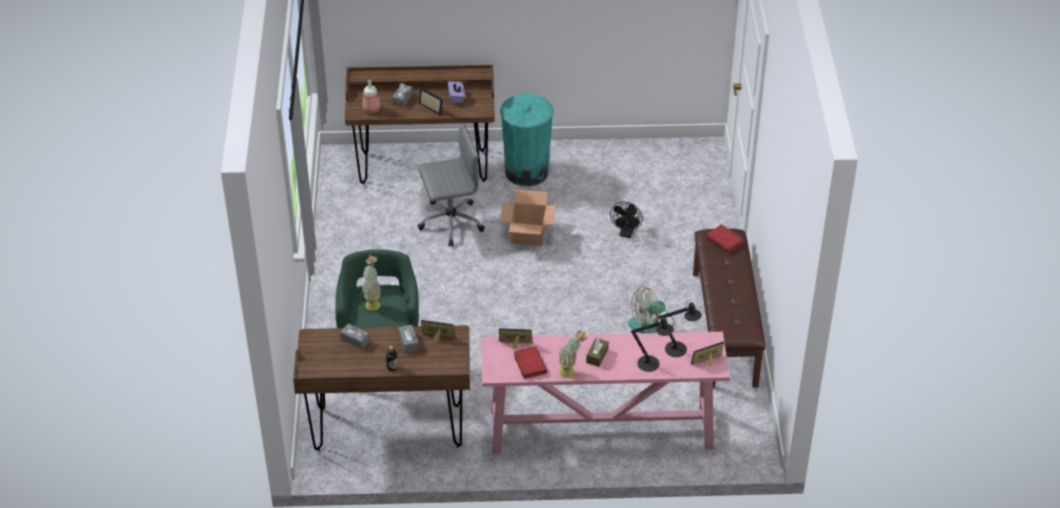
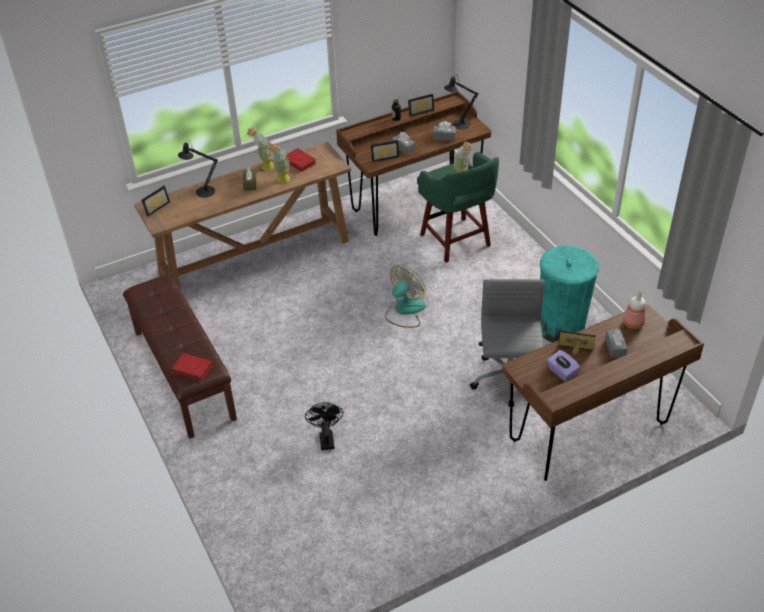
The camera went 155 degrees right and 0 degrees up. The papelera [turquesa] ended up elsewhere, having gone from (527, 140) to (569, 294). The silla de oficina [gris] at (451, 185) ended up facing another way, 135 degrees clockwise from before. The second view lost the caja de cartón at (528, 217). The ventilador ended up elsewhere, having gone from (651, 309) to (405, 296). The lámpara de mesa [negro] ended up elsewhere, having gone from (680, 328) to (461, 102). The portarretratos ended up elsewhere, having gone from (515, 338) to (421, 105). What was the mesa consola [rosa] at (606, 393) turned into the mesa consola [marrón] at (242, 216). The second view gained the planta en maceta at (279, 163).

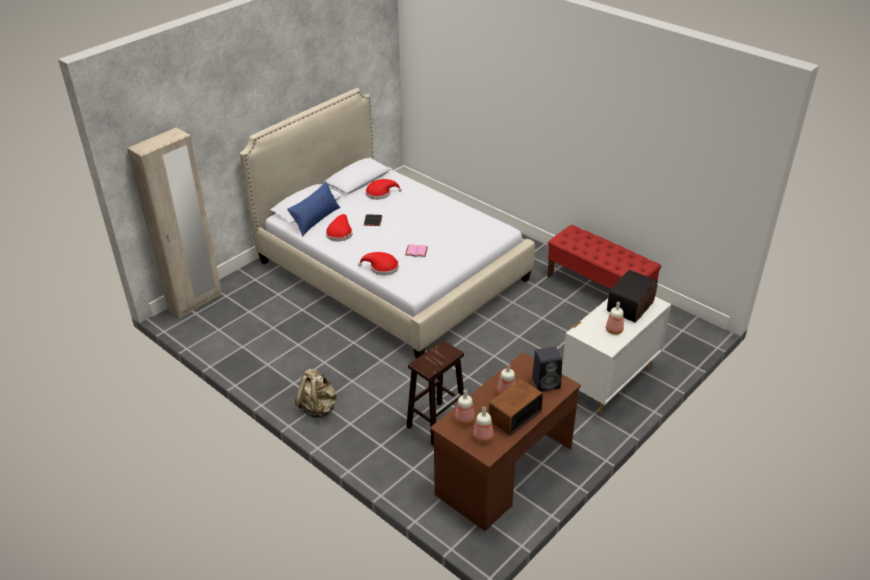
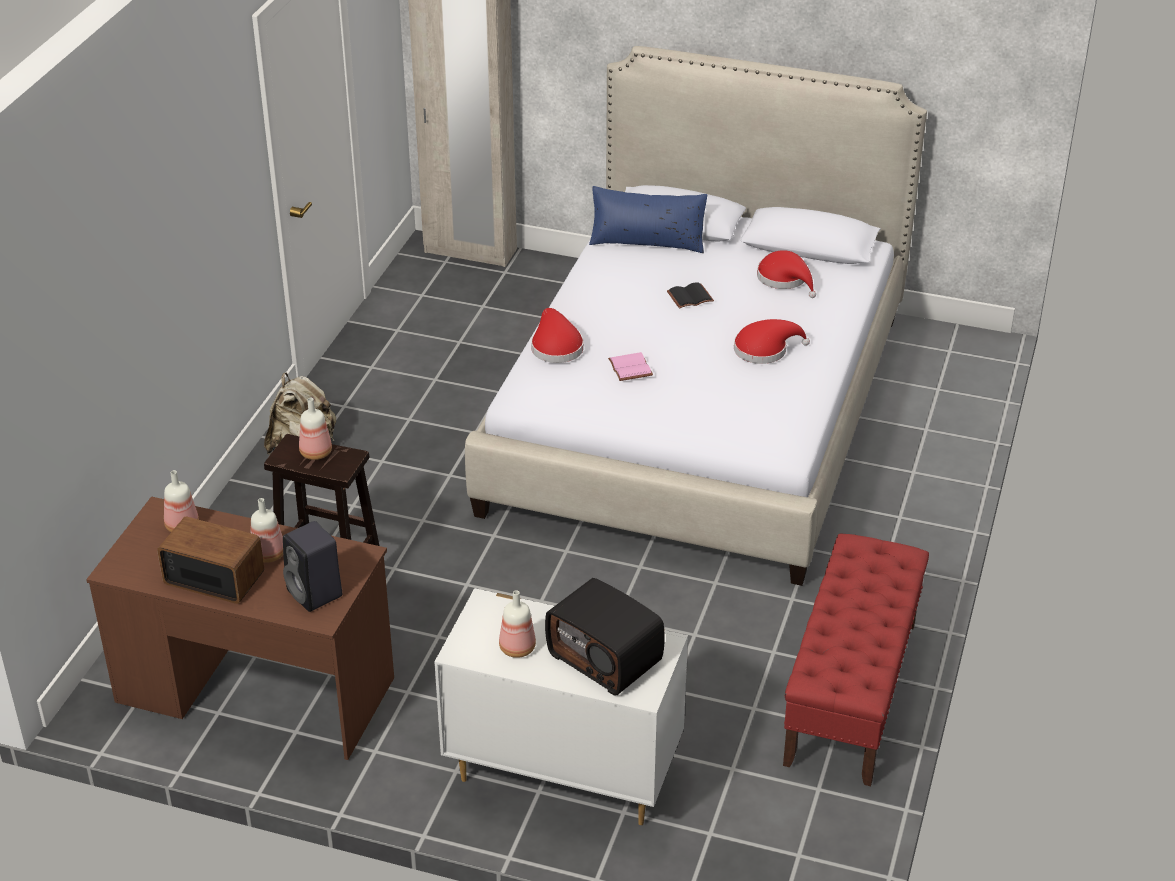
The camera went 65 degrees right and 0 degrees up. The sombrero [rojo] ended up elsewhere, having gone from (339, 228) to (772, 341). The radio at (632, 296) ended up facing another way, 150 degrees counterclockwise from before. The botella ended up elsewhere, having gone from (483, 425) to (315, 429).

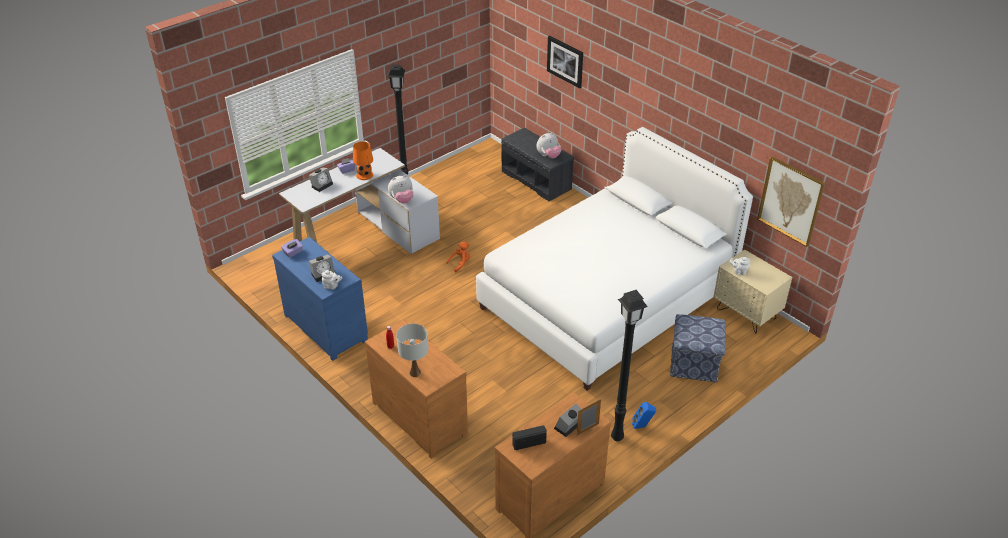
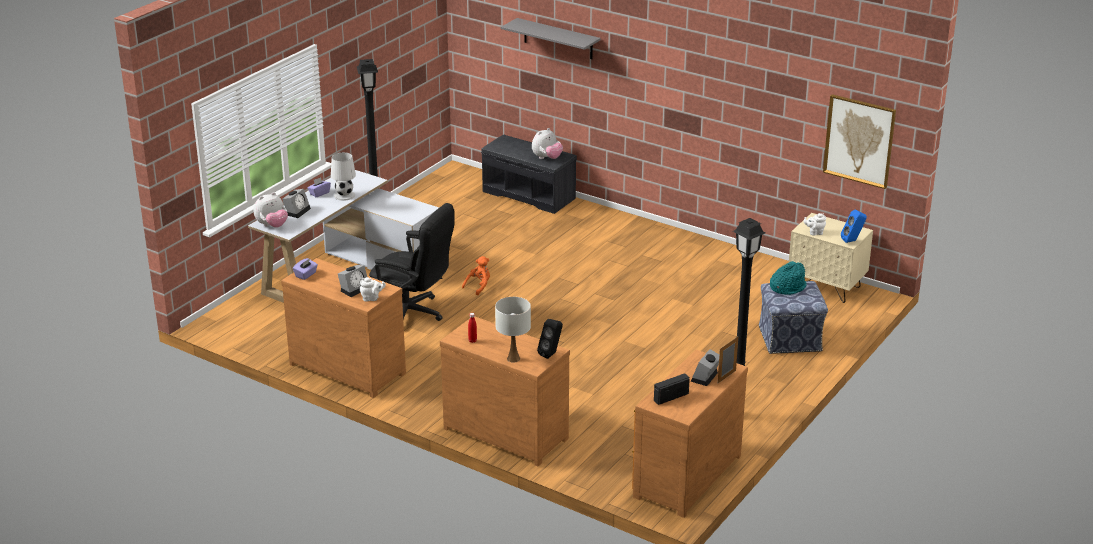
The camera went 15 degrees left and 10 degrees down. Where the cuadro hung at (565, 62), the estante [gris] came to hang at (551, 38). The second view lost the cama [blanco] at (614, 259). What was the lámpara de mesa [naranja] at (363, 160) turned into the lámpara de mesa [blanco] at (343, 176). The peluche ended up elsewhere, having gone from (400, 189) to (270, 210). What was the cómoda [azul] at (320, 299) turned into the cómoda [marrón] at (343, 328). The altavoz [azul] ended up elsewhere, having gone from (644, 415) to (854, 226). The second view gained the silla de oficina [negro] at (412, 262). The second view gained the sombrero [turquesa] at (788, 278). The second view gained the altavoz [negro] at (550, 339).

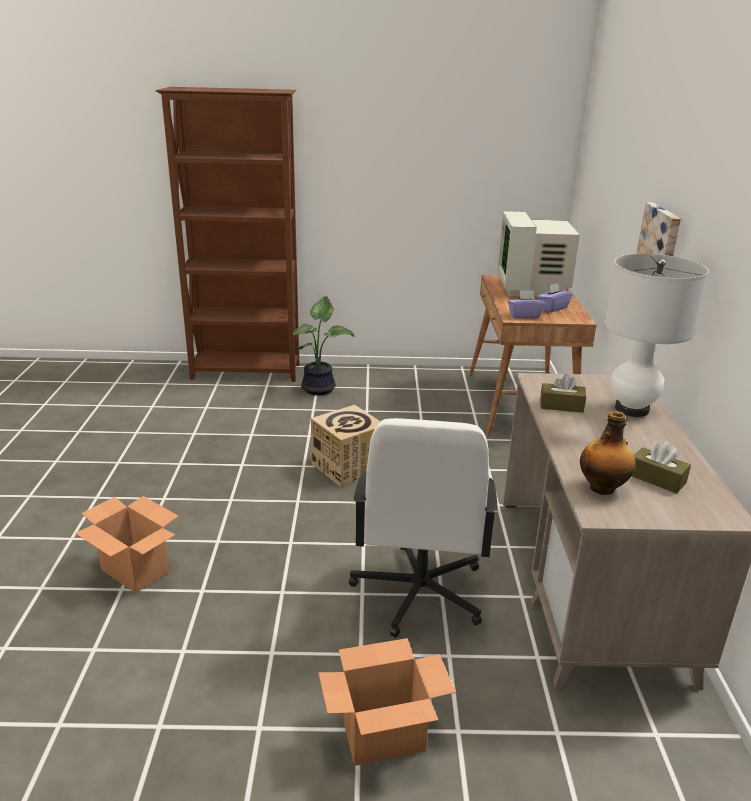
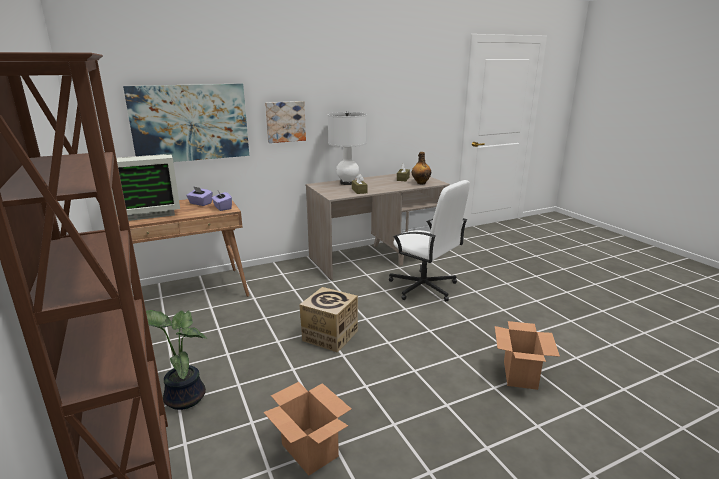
The camera went 115 degrees left and 5 degrees down. The silla de oficina [blanco] at (423, 528) ended up facing another way, 60 degrees clockwise from before. The caja de cartón ended up elsewhere, having gone from (387, 702) to (307, 428). The second view gained the cuadro at (186, 123).

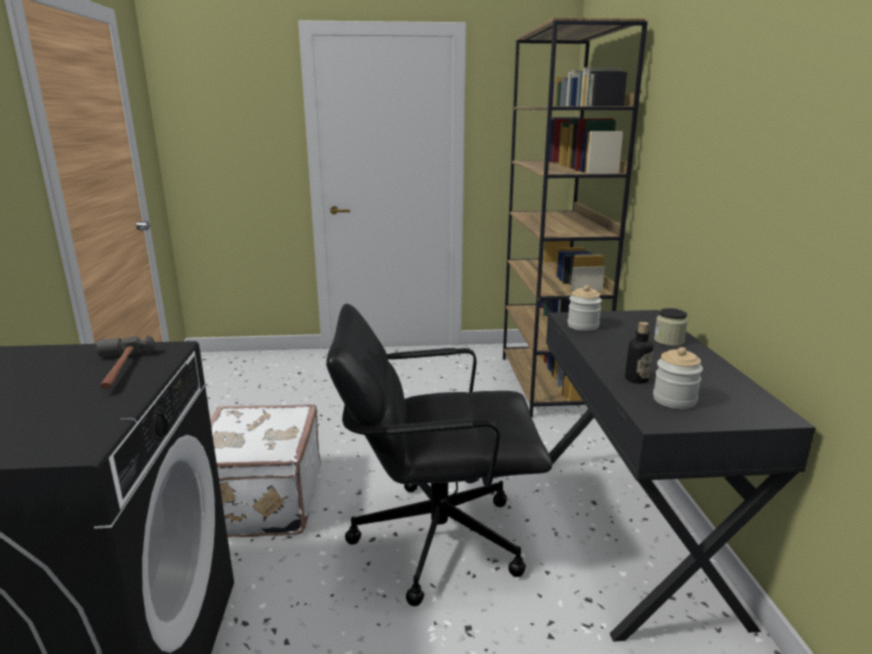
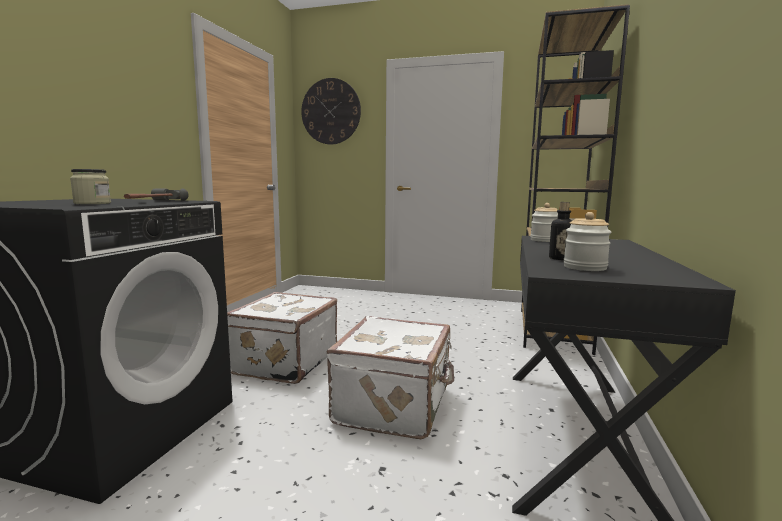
The camera went 20 degrees right and 10 degrees down. Where the silla de oficina [negro] stood at (439, 455), the maleta [blanco] came to stand at (390, 377). The tarro ended up elsewhere, having gone from (671, 327) to (90, 186). The second view gained the reloj de pared at (331, 111).

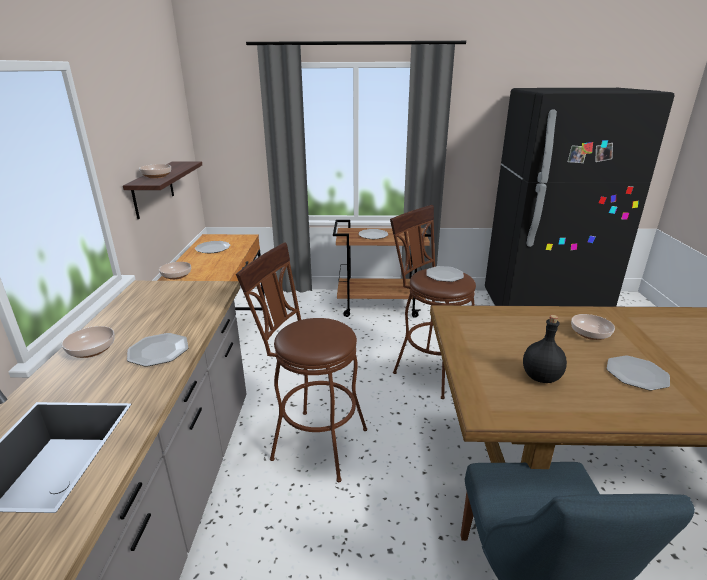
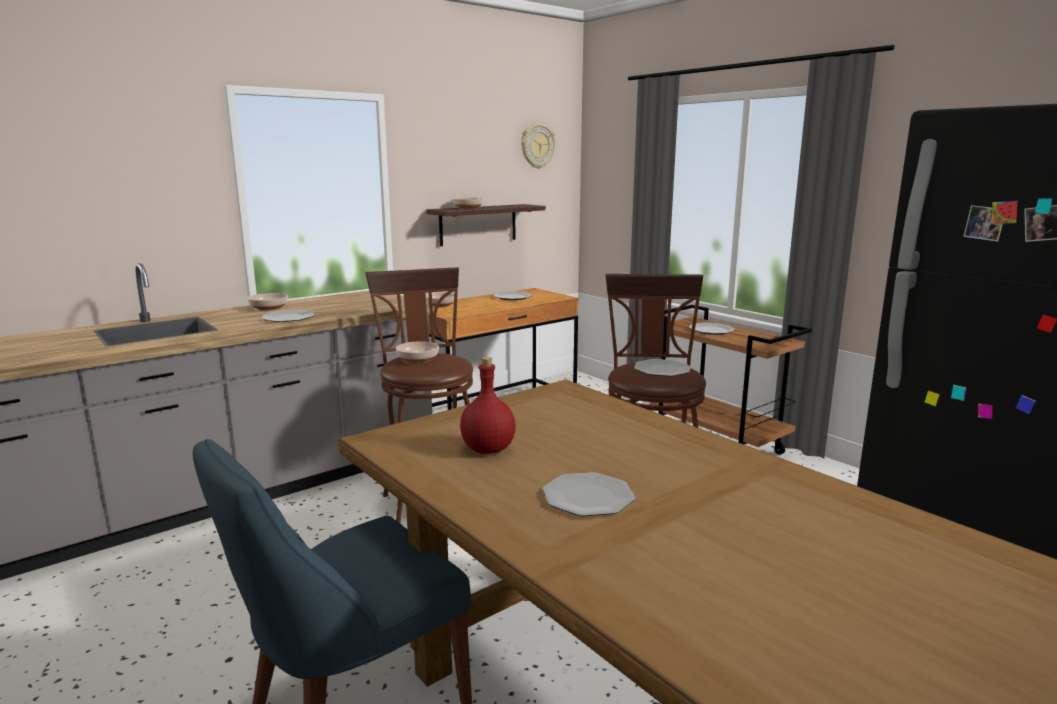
The camera went 50 degrees right and 10 degrees down. The cuenco ended up elsewhere, having gone from (593, 327) to (417, 352). What was the botella [negro] at (545, 349) turned into the botella [rojo] at (488, 405). The second view gained the reloj de pared at (538, 146).

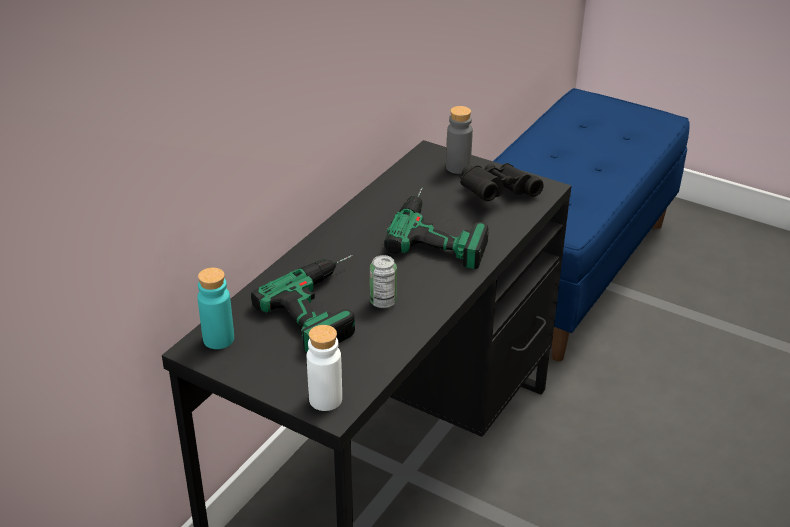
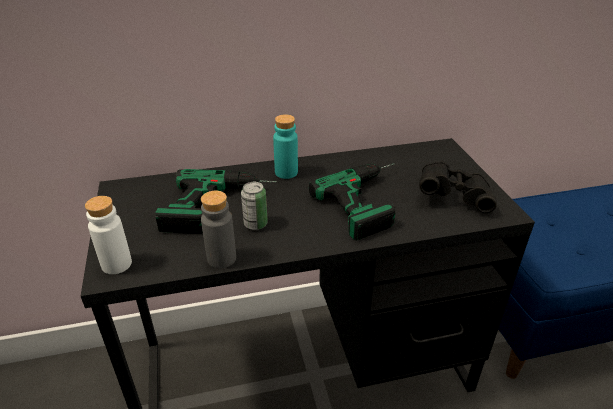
The camera went 45 degrees right and 0 degrees up. The botella [gris] ended up elsewhere, having gone from (459, 140) to (218, 229). The botella [turquesa] ended up elsewhere, having gone from (215, 308) to (285, 146).

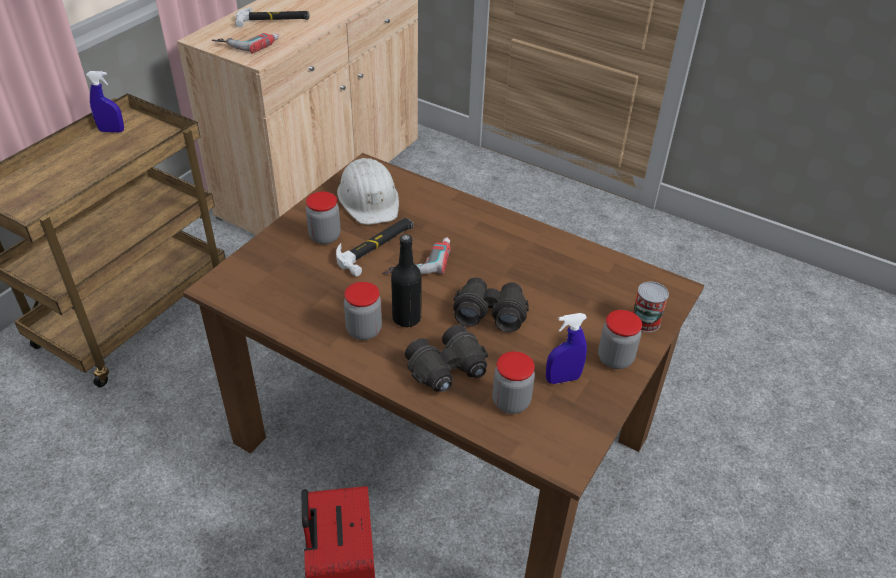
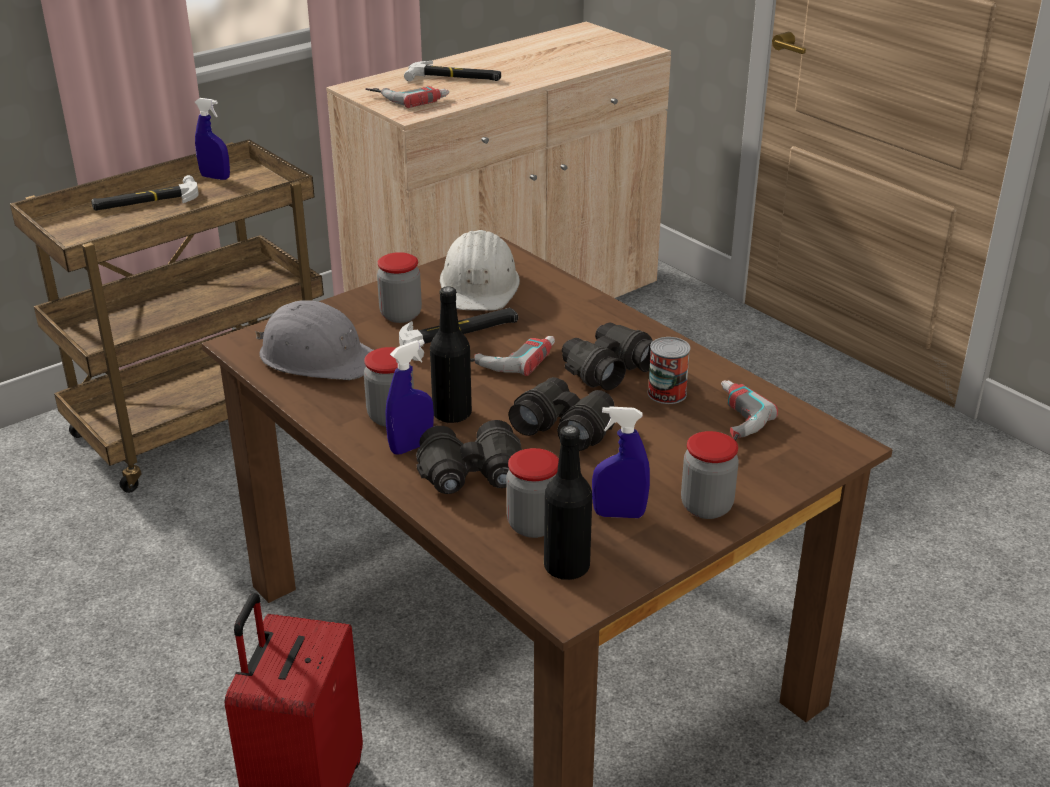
The camera went 20 degrees right and 10 degrees down. The lata ended up elsewhere, having gone from (651, 307) to (669, 370). The second view gained the martillo at (145, 192). The second view gained the casco [gris] at (314, 340). The second view gained the prismáticos [negro] at (607, 356). The second view gained the pulverizador [azul] at (410, 397). The second view gained the taladro at (749, 410). The second view gained the botella [negro] at (568, 502).

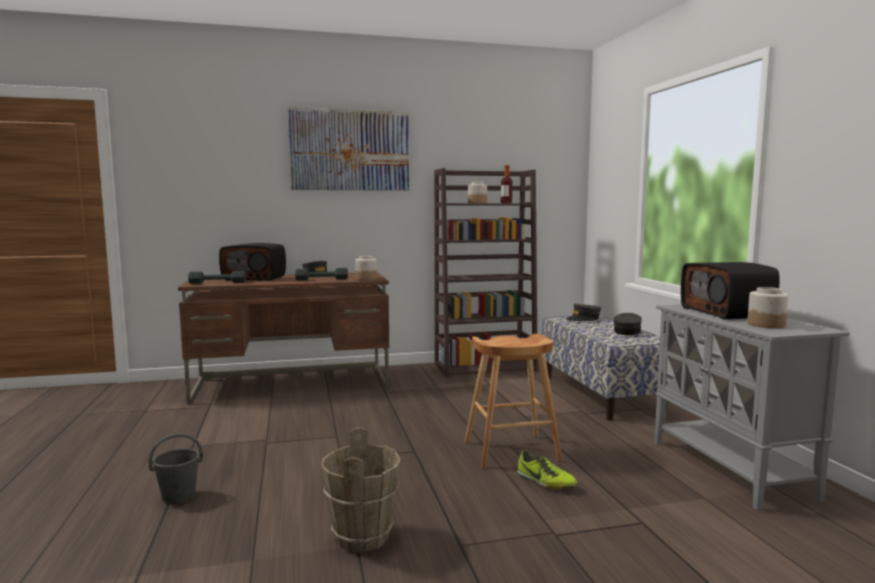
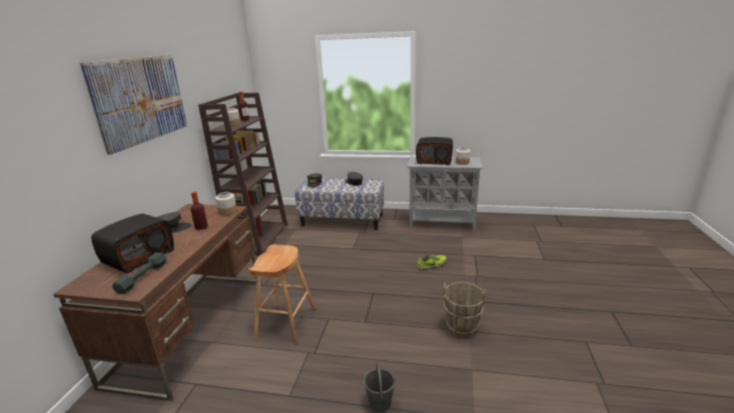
The camera went 65 degrees left and 15 degrees up. Where the mancuerna [gris] stood at (321, 274), the botella came to stand at (199, 211). The taburete [marrón] ended up elsewhere, having gone from (513, 401) to (282, 294).

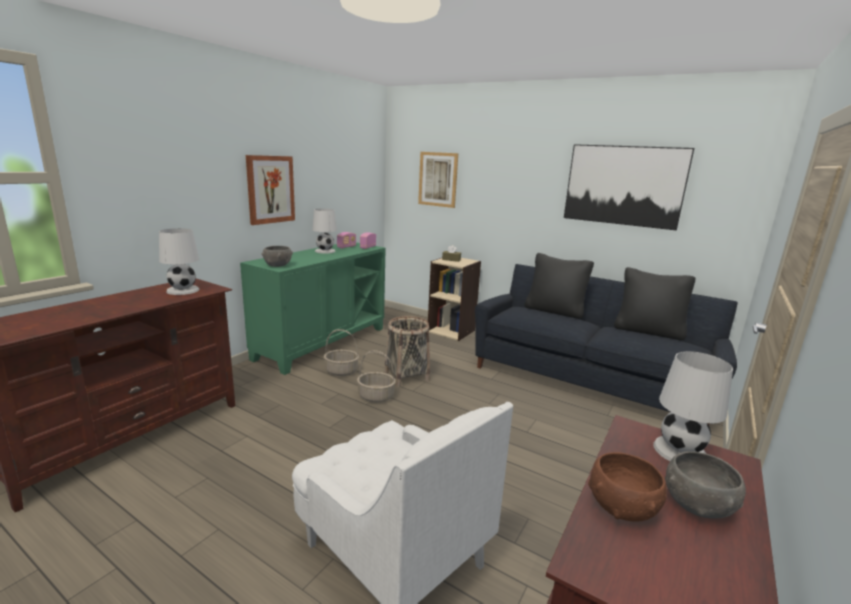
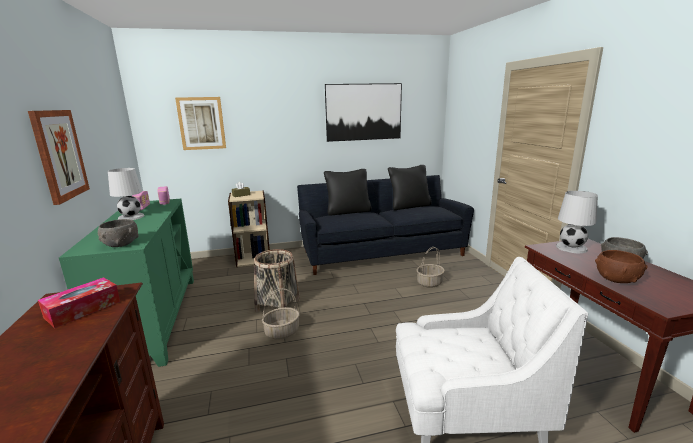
The camera went 45 degrees left and 0 degrees up. Where the lámpara de mesa [blanco] stood at (179, 261), the caja de pañuelos came to stand at (79, 302). The cesta ended up elsewhere, having gone from (341, 352) to (430, 267).

